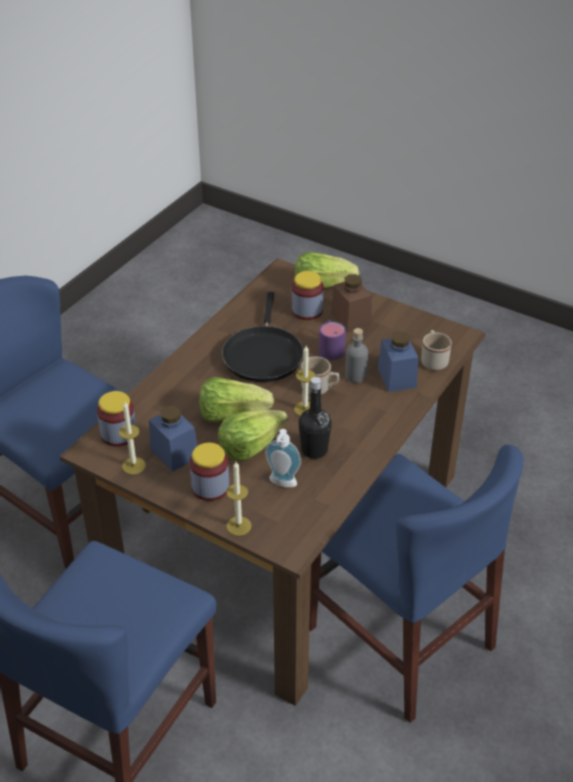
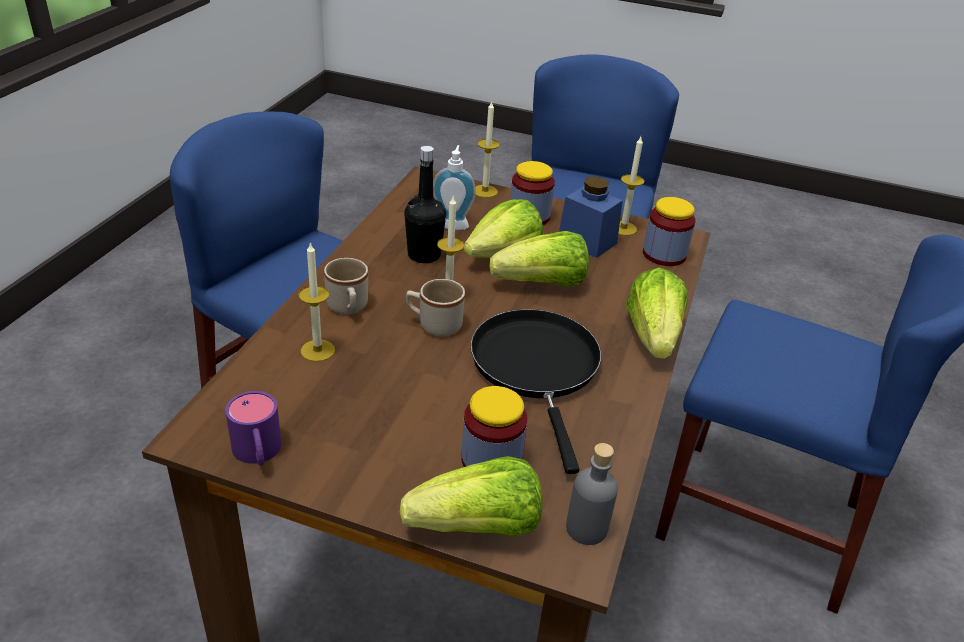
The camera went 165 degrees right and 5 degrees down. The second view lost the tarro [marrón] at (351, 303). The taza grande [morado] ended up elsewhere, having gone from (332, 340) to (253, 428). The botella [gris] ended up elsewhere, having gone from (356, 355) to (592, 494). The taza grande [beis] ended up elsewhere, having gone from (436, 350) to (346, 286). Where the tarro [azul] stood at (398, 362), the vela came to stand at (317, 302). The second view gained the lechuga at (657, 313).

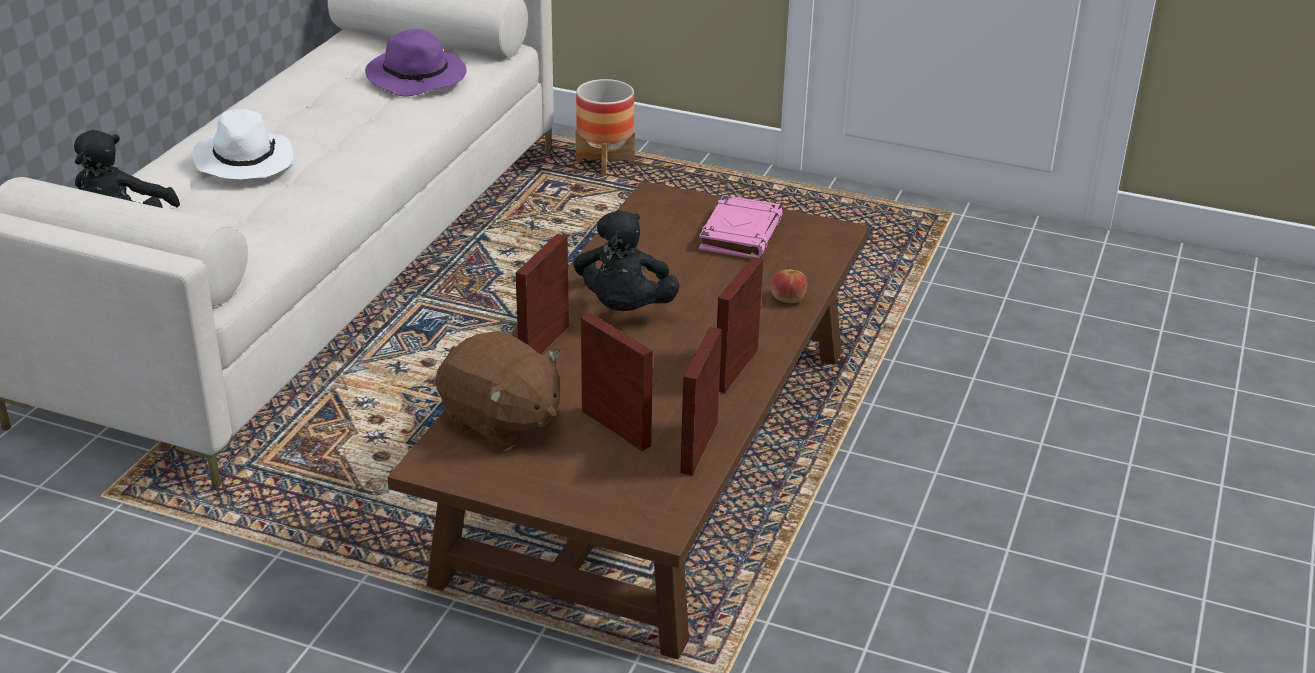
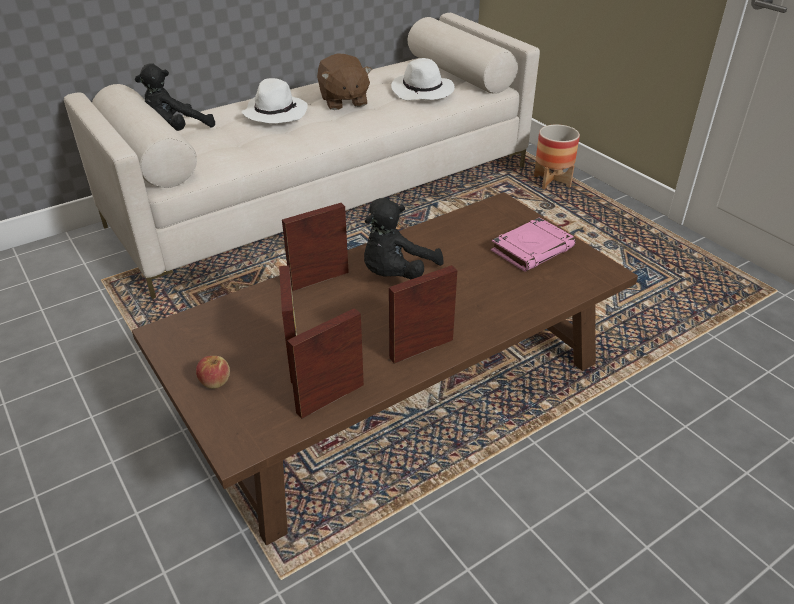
The camera went 35 degrees right and 5 degrees up. What was the sombrero [morado] at (416, 62) turned into the sombrero [blanco] at (423, 79). The manzana ended up elsewhere, having gone from (789, 286) to (213, 372). The peluche [marrón] ended up elsewhere, having gone from (498, 391) to (344, 81).

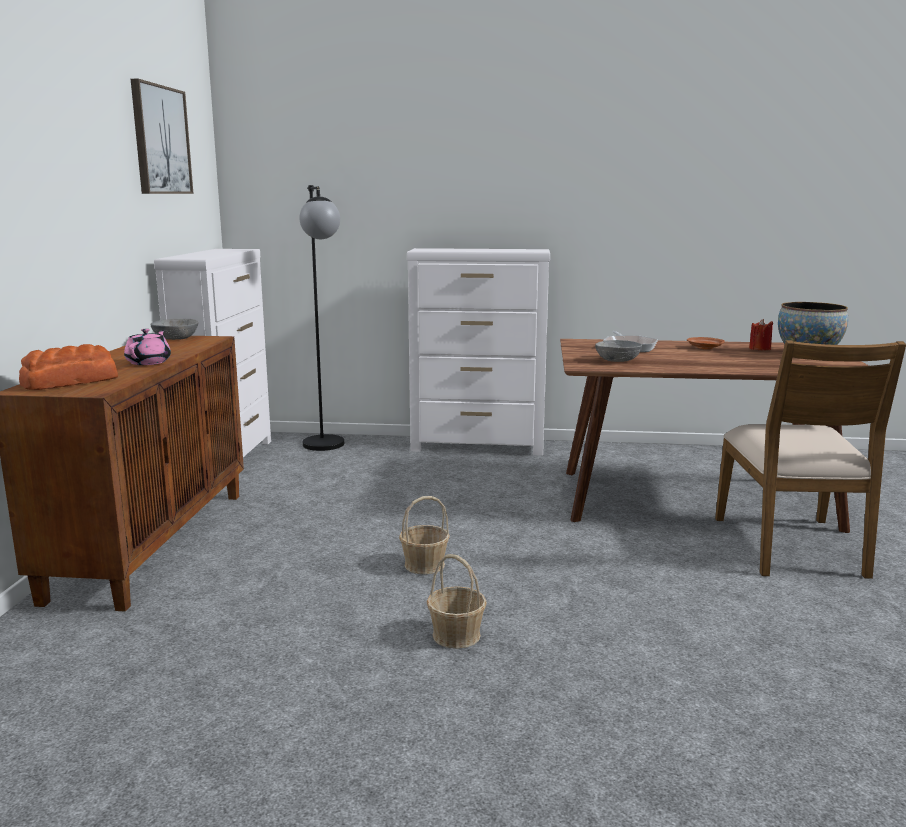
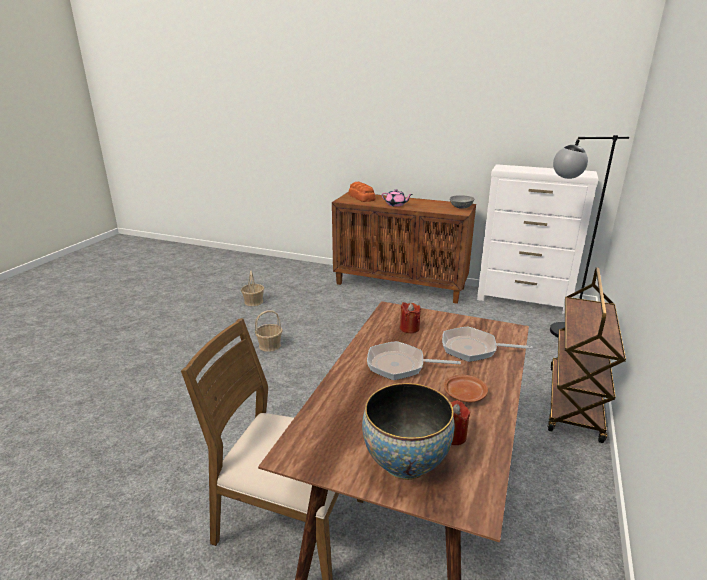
The camera went 105 degrees right and 10 degrees up. The second view lost the cuadro at (162, 136). Where the cómoda [blanco] stood at (478, 352), the carrito [marrón] came to stand at (586, 355). Where the cuenco [gris] stood at (618, 351), the vela [rojo] came to stand at (410, 317). The cesta ended up elsewhere, having gone from (424, 535) to (252, 288). The second view gained the sartén at (414, 360).

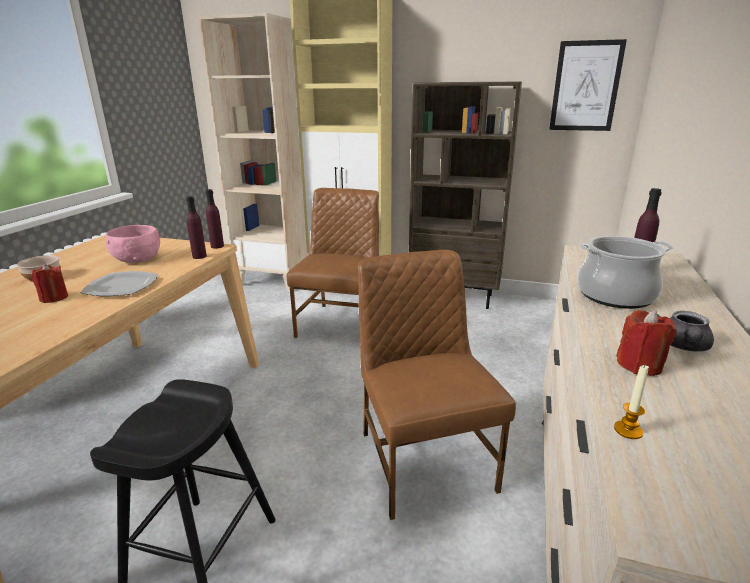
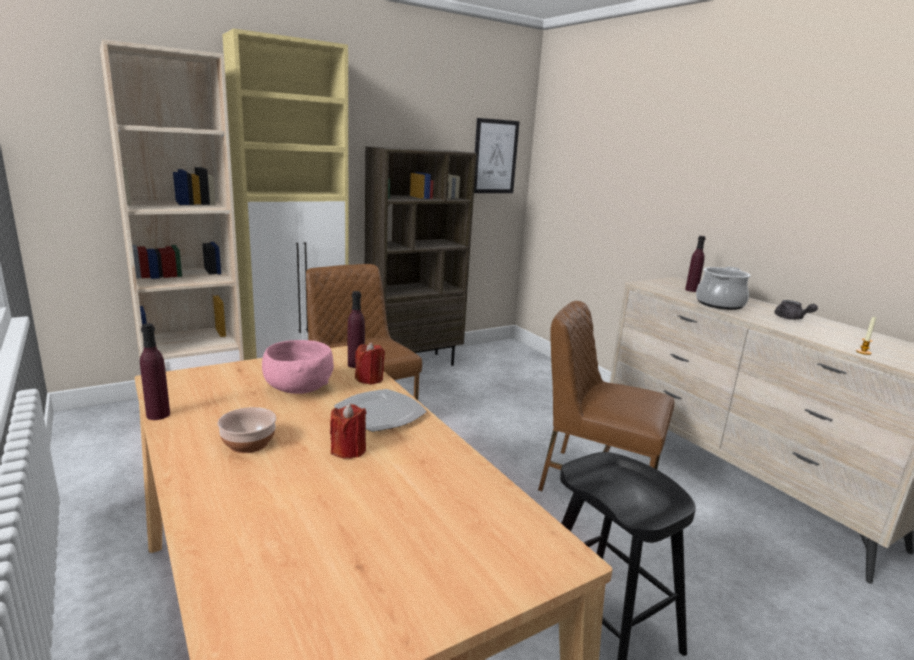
The camera went 50 degrees left and 5 degrees down. The botella [morado] ended up elsewhere, having gone from (215, 219) to (155, 371). The vela [rojo] ended up elsewhere, having gone from (646, 343) to (370, 363).

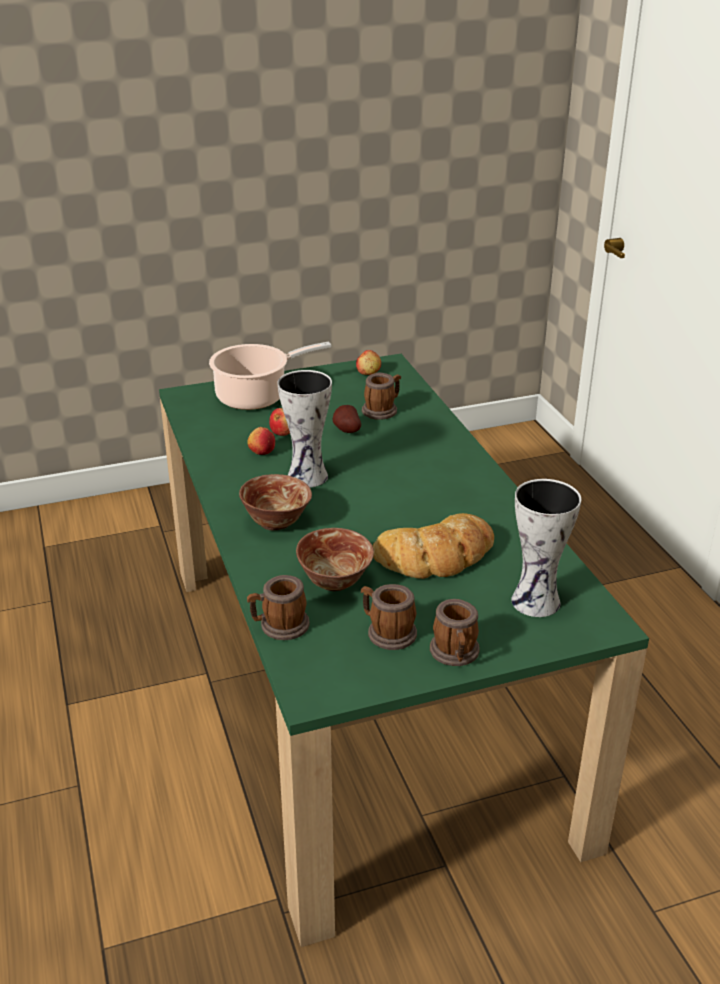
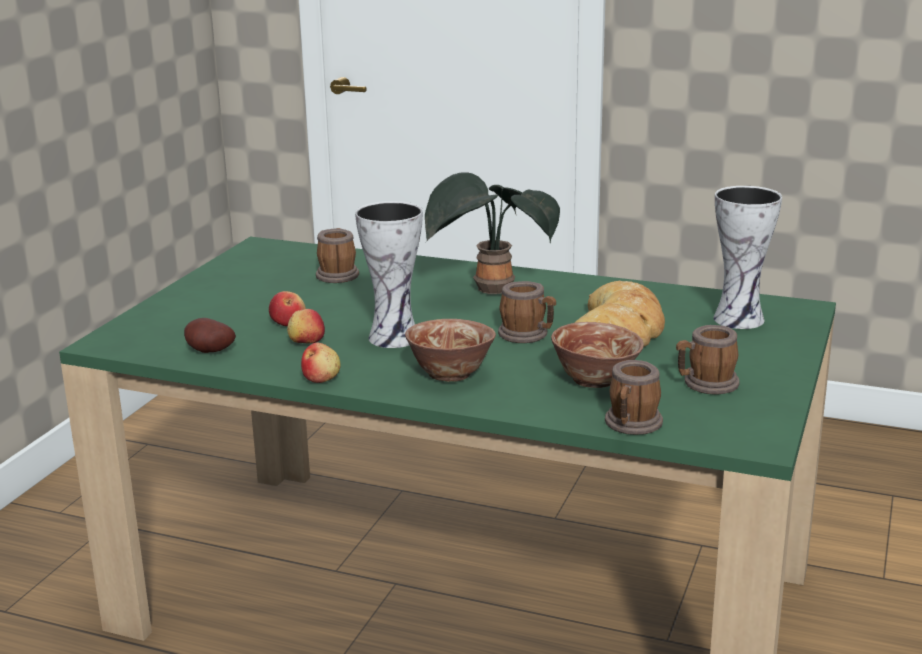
The camera went 50 degrees left and 10 degrees down. The second view lost the olla at (270, 376). The manzana ended up elsewhere, having gone from (368, 362) to (321, 363). The patata ended up elsewhere, having gone from (347, 419) to (210, 335). The taza grande ended up elsewhere, having gone from (455, 632) to (527, 312). The second view gained the planta en maceta at (492, 233).

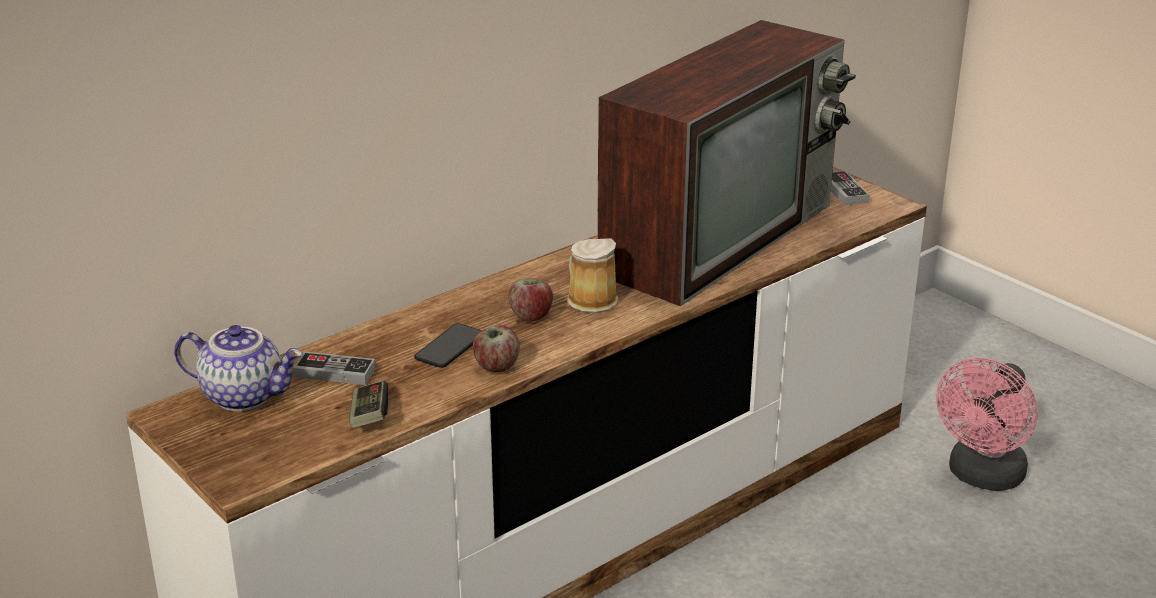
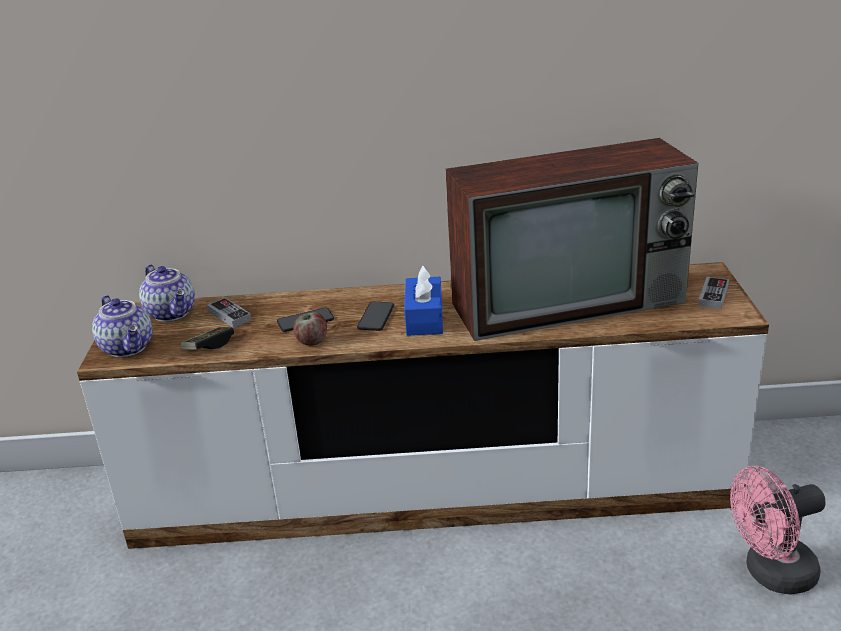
The camera went 40 degrees right and 0 degrees up. Where the taza grande stood at (592, 275), the caja de pañuelos [azul] came to stand at (423, 301). Where the manzana stood at (530, 300), the móvil came to stand at (375, 316). The second view gained the tetera at (122, 326).

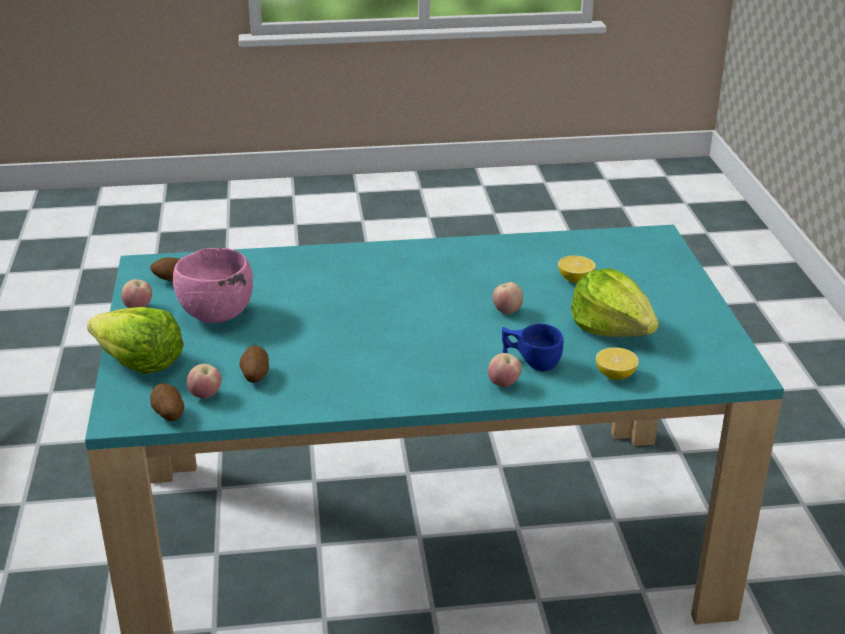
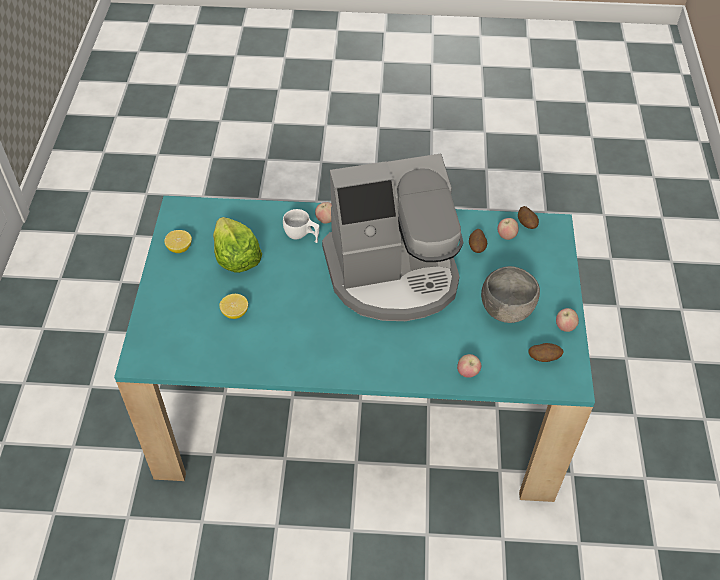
The camera went 170 degrees left and 20 degrees up. What was the cuenco [rosa] at (213, 285) turned into the cuenco [gris] at (510, 294). The manzana ended up elsewhere, having gone from (508, 298) to (469, 366). The second view lost the lechuga at (135, 340). What was the taza [azul] at (532, 347) turned into the taza [blanco] at (301, 226). The limón ended up elsewhere, having gone from (617, 363) to (178, 241). The second view gained the cafetera at (392, 237).

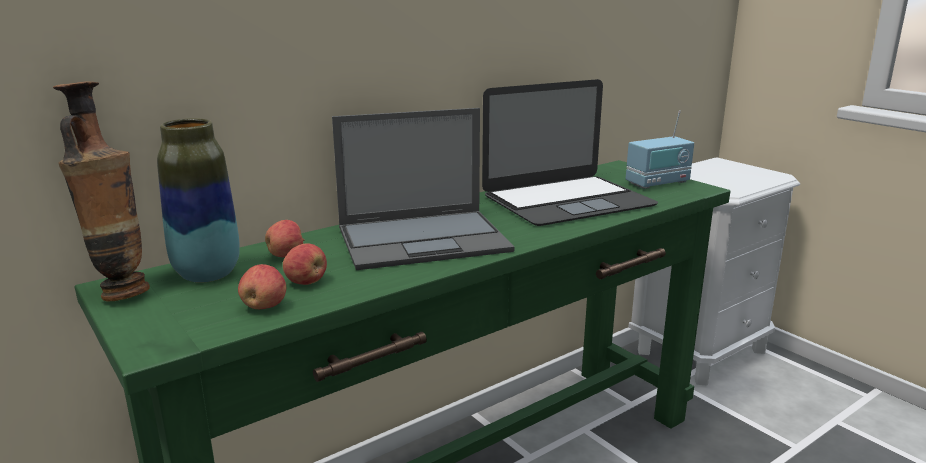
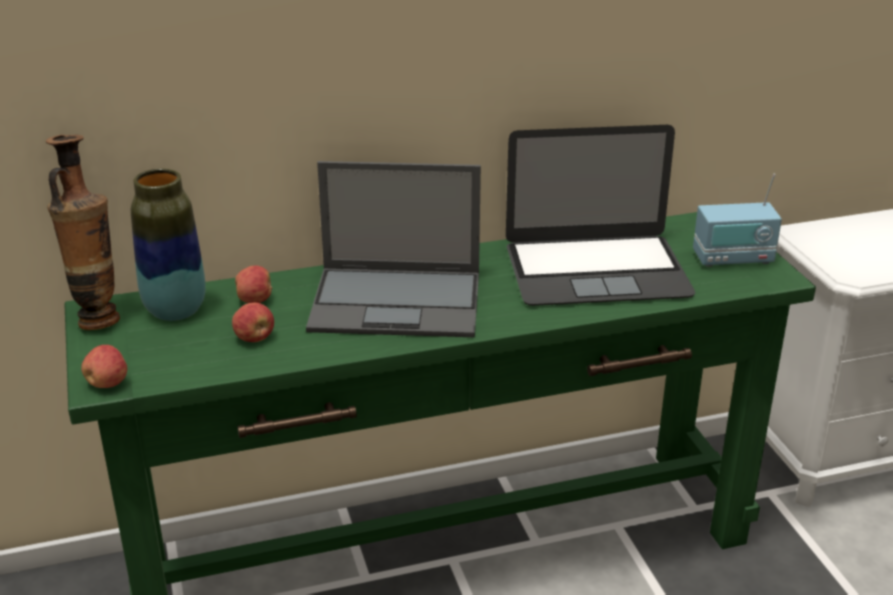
The camera went 20 degrees right and 10 degrees up. The manzana ended up elsewhere, having gone from (262, 286) to (104, 366).

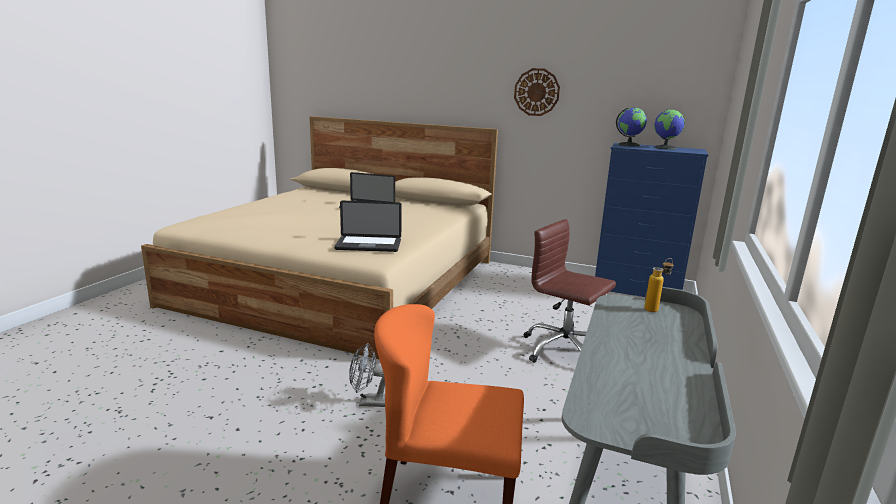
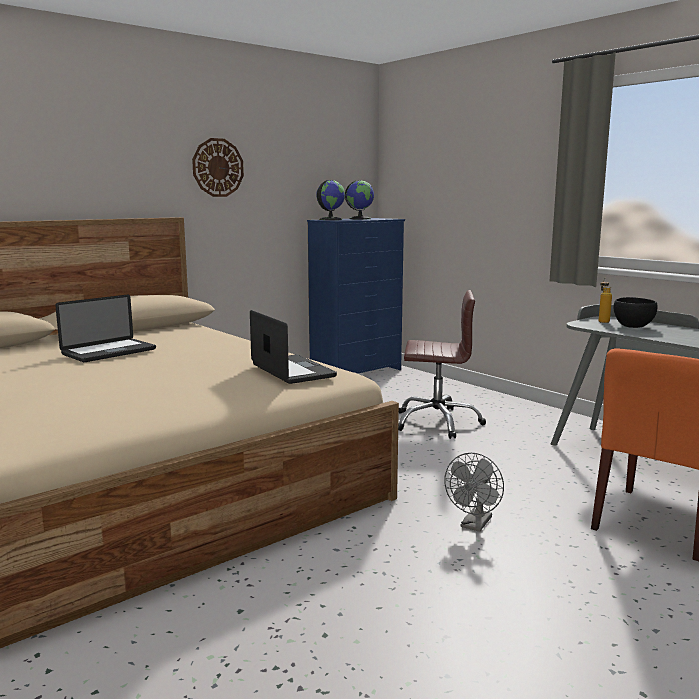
The camera went 60 degrees left and 5 degrees down. The portátil at (368, 226) ended up facing another way, 60 degrees counterclockwise from before. The silla de oficina [marrón] at (570, 291) ended up facing another way, 150 degrees counterclockwise from before. The second view gained the cuenco [negro] at (636, 312).

